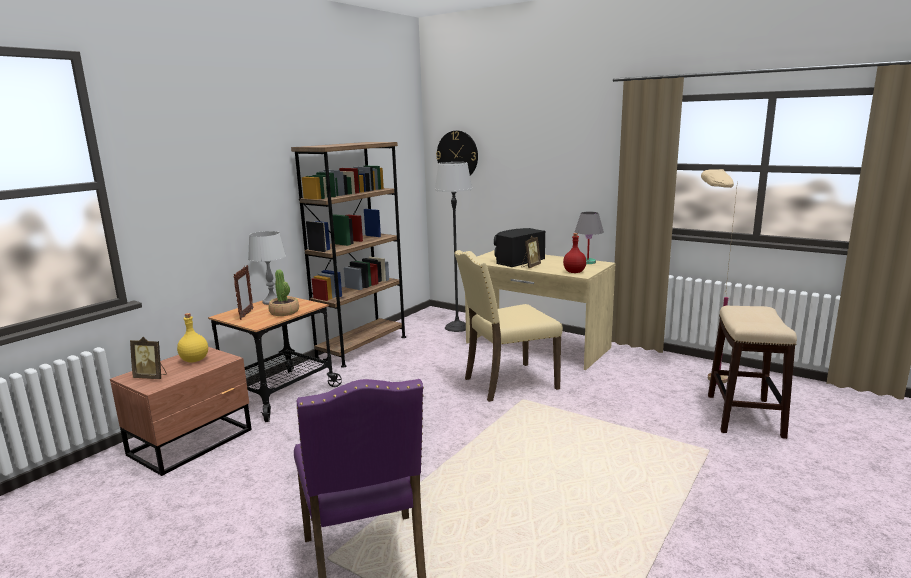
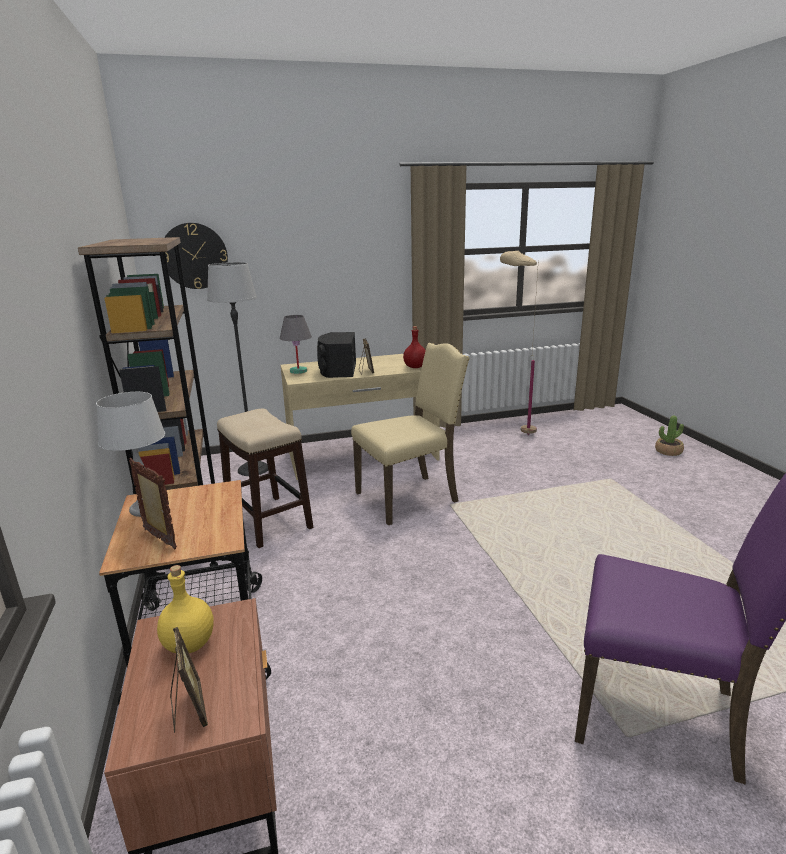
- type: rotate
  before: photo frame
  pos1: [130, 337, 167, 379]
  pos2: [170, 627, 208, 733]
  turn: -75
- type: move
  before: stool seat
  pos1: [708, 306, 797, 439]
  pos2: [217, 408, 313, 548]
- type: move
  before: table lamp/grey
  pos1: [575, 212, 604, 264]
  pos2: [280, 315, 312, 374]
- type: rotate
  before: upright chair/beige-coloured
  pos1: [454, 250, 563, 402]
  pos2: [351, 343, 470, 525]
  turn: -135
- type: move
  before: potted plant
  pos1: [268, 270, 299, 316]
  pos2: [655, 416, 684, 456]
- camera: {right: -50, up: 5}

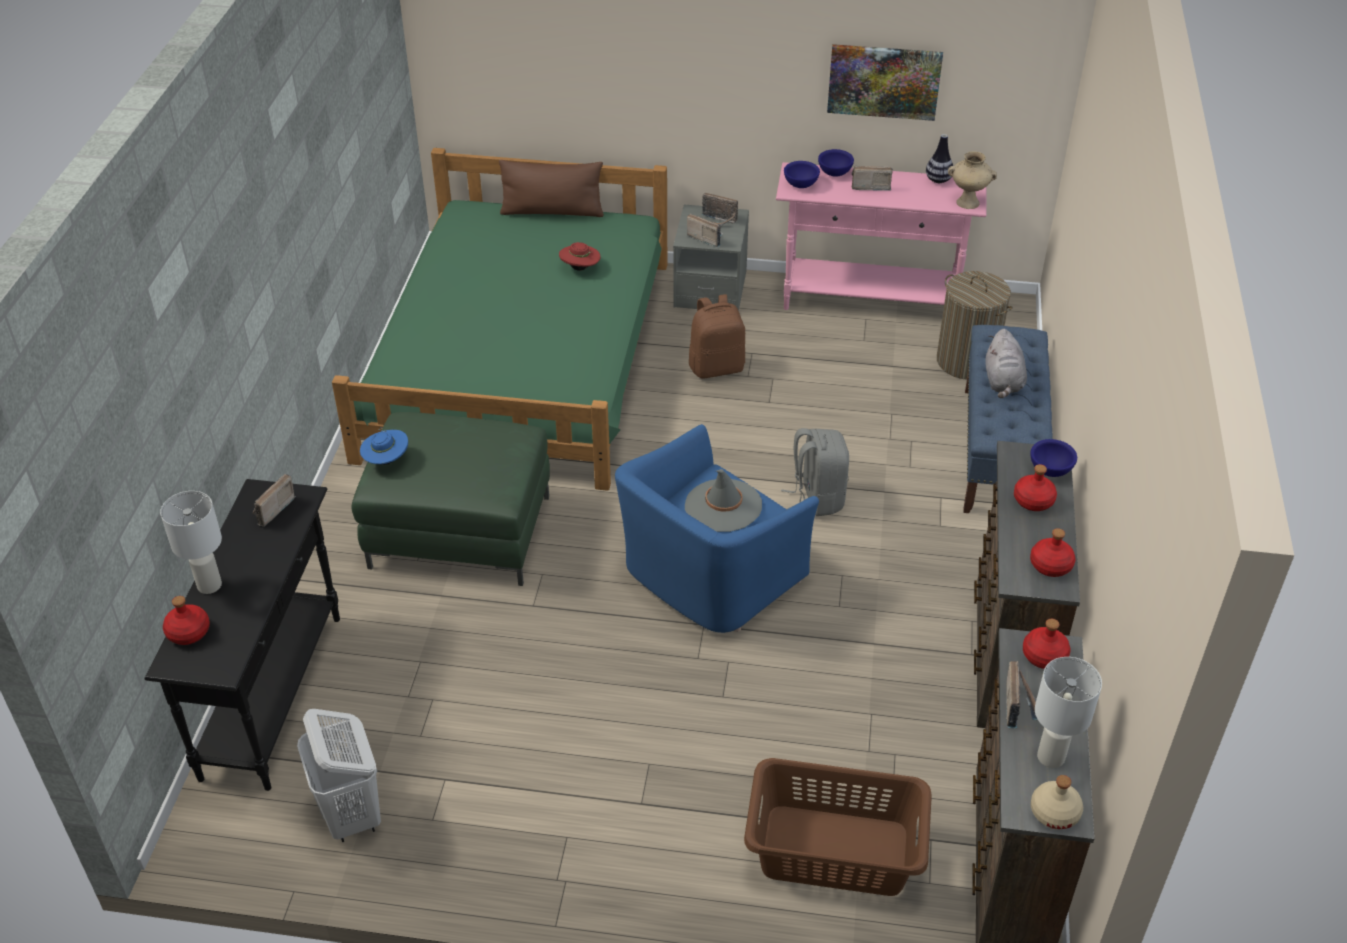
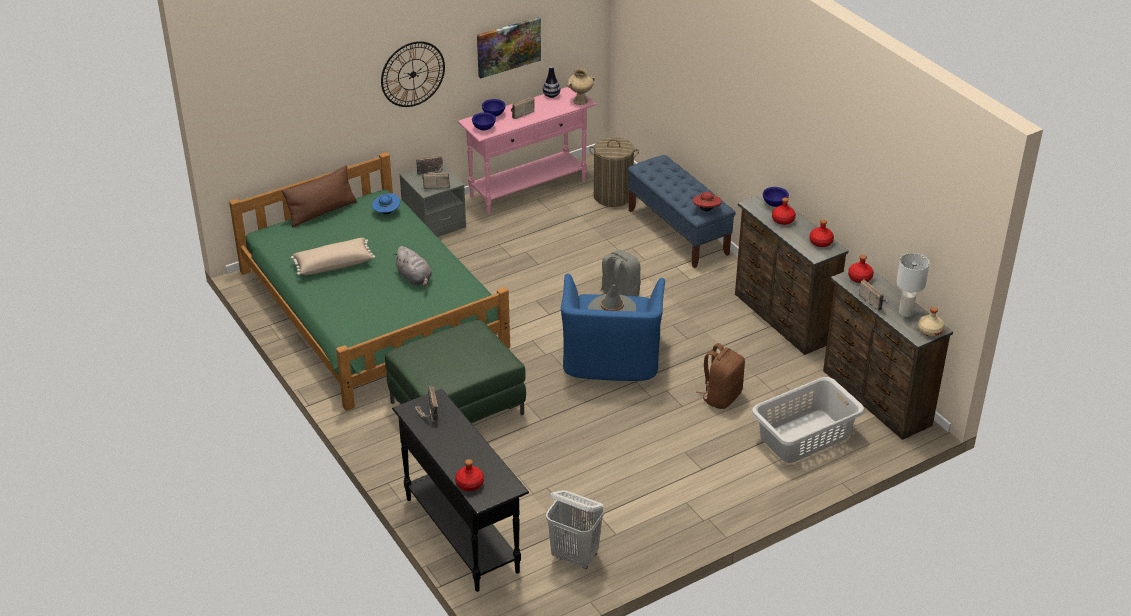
- type: insert
  after: throw pillow/beige-coloured
  pos2: [291, 238, 375, 275]
- type: move
  before: hat/blue-coloured
  pos1: [360, 427, 408, 465]
  pos2: [372, 193, 400, 214]
- type: insert
  after: clock on the wall
  pos2: [381, 41, 445, 107]
- type: move
  before: soft toy/grey
  pos1: [986, 329, 1027, 398]
  pos2: [393, 246, 432, 286]
- type: move
  before: hat/reddish
  pos1: [559, 242, 601, 271]
  pos2: [693, 192, 722, 211]
- type: move
  before: rucksack/brown-coloured
  pos1: [689, 294, 745, 379]
  pos2: [696, 343, 745, 409]
- type: recolor
  before: laundry basket/brown-coloured
  after: laundry basket/grey
  pos1: [744, 758, 932, 896]
  pos2: [751, 377, 865, 463]
- type: delete
  before: table lamp/white
  pos1: [160, 491, 222, 594]
- camera: {right: -40, up: -5}

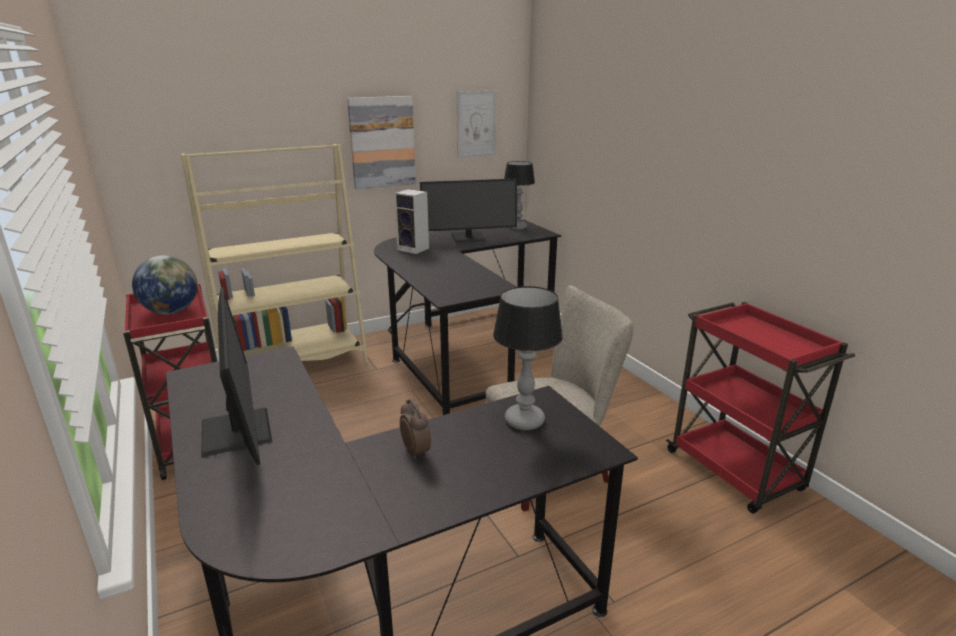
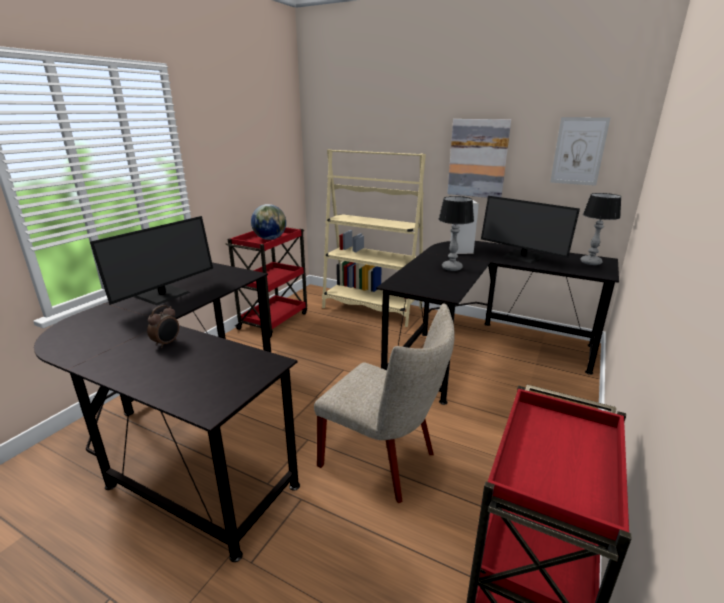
- type: move
  before: table lamp
  pos1: [493, 286, 563, 430]
  pos2: [438, 196, 474, 271]
- camera: {right: 55, up: 0}

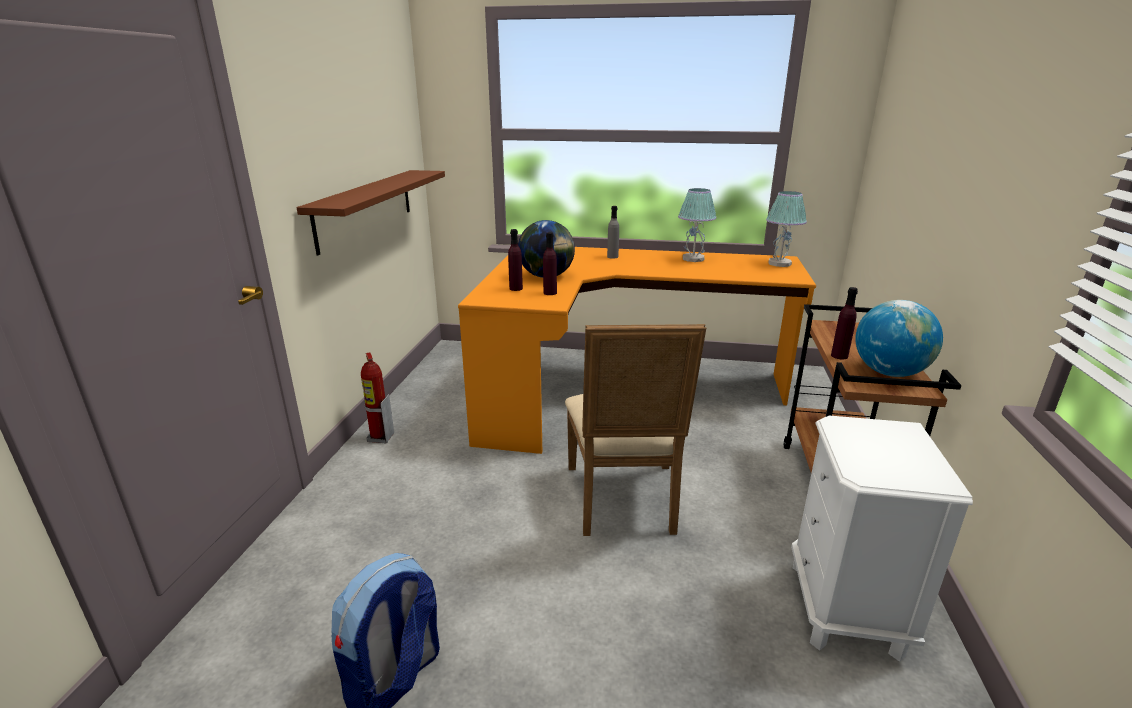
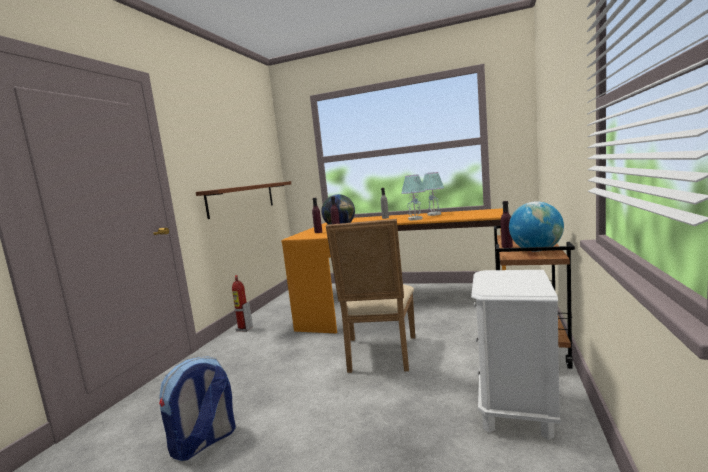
- type: move
  before: table lamp
  pos1: [766, 191, 807, 267]
  pos2: [401, 174, 425, 220]
- camera: {right: 10, up: -15}

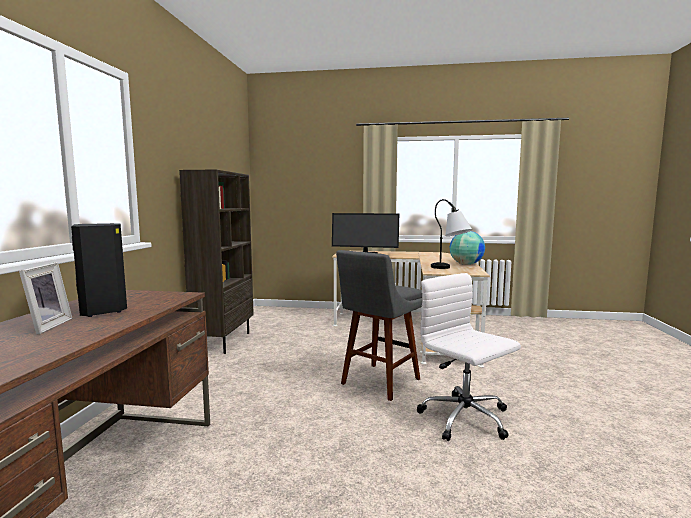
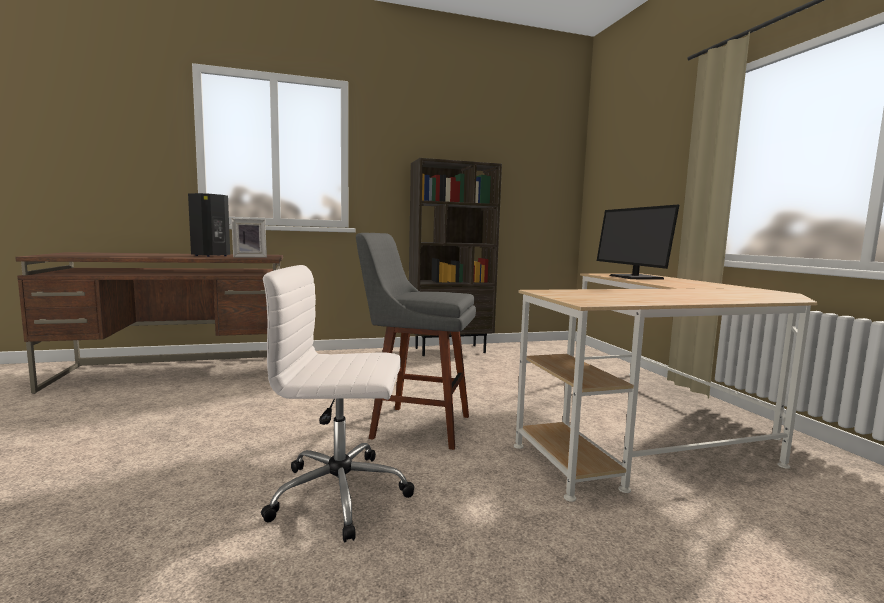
- type: move
  before: photo frame
  pos1: [19, 262, 72, 335]
  pos2: [231, 218, 267, 258]
- type: rotate
  before: computer chair/white
  pos1: [416, 273, 521, 441]
  pos2: [261, 265, 414, 542]
  turn: -120
- type: delete
  before: table lamp
  pos1: [431, 199, 472, 269]
- type: delete
  before: world globe
  pos1: [450, 231, 485, 265]
- camera: {right: 65, up: 0}

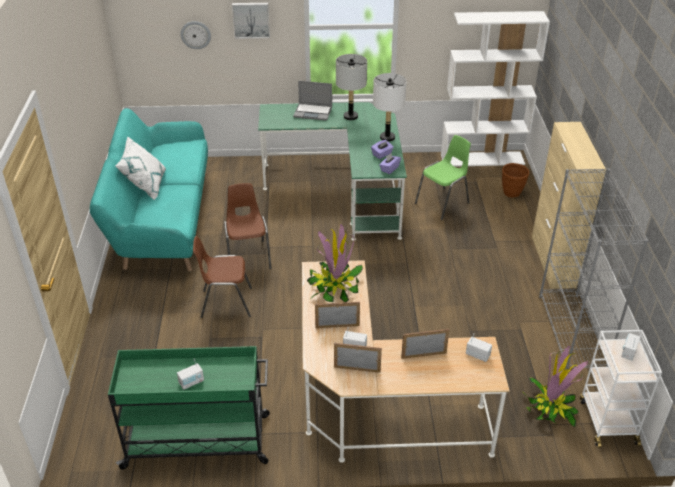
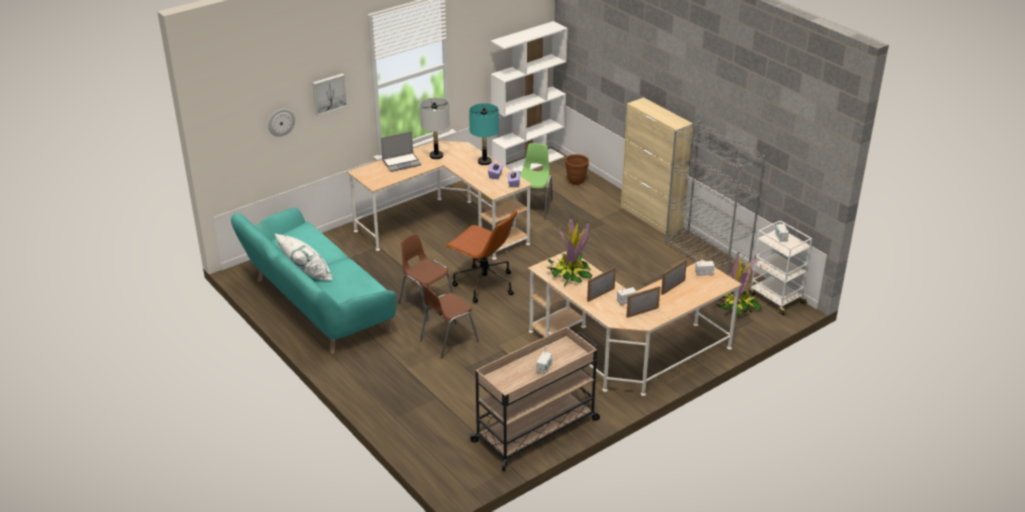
- type: recolor
  before: desk unit/green-coloured
  after: desk unit/beige-coloured
  pos1: [258, 102, 407, 241]
  pos2: [347, 140, 532, 260]
- type: insert
  after: computer chair/brown-coloured
  pos2: [445, 210, 517, 303]
- type: recolor
  before: table lamp/white
  after: table lamp/turquoise
  pos1: [373, 73, 407, 142]
  pos2: [469, 103, 499, 165]
- type: recolor
  before: trolley/green-coloured
  after: trolley/beige-coloured
  pos1: [108, 346, 270, 470]
  pos2: [469, 327, 600, 471]
- camera: {right: -35, up: -5}

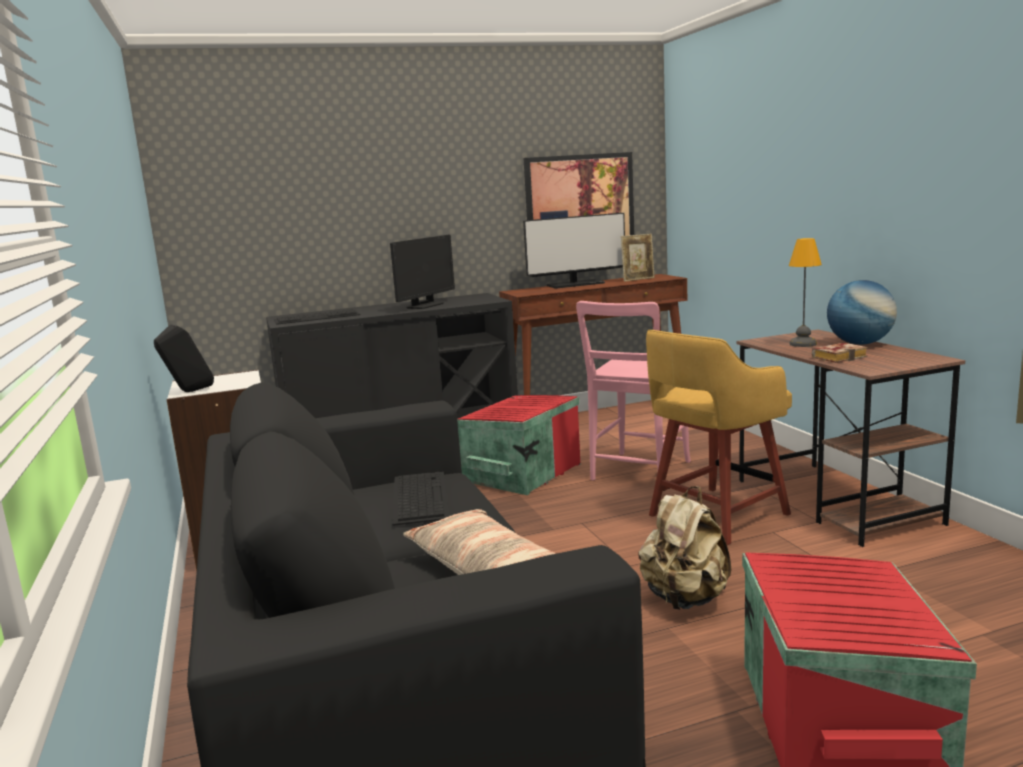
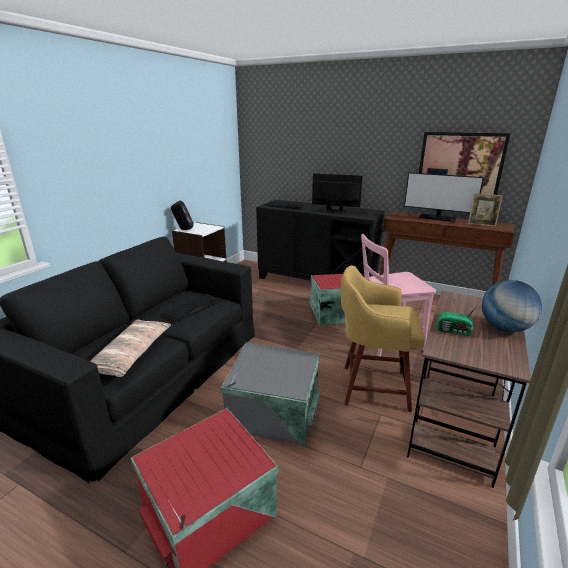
- type: replace
  before: rucksack/beige-coloured
  after: storage container/grey
  pos1: [638, 486, 731, 610]
  pos2: [221, 343, 320, 446]
- type: rotate
  before: computer display
  pos1: [390, 235, 455, 309]
  pos2: [312, 173, 363, 214]
  turn: -150
- type: replace
  before: bound book
  after: radio receiver
  pos1: [812, 343, 868, 363]
  pos2: [437, 305, 478, 336]
- type: delete
  before: table lamp
  pos1: [789, 238, 822, 347]
- camera: {right: 45, up: 10}

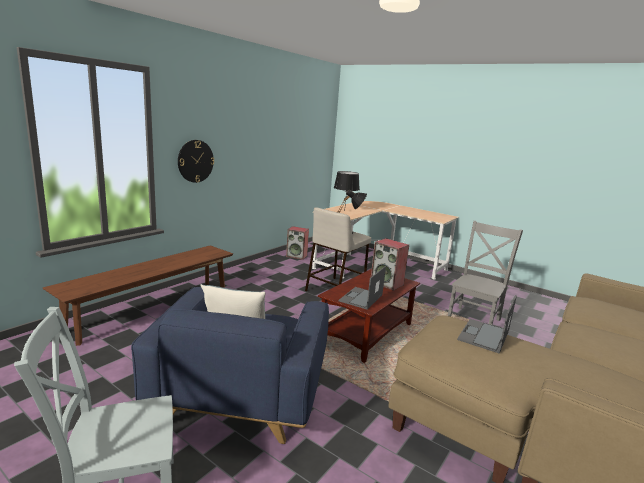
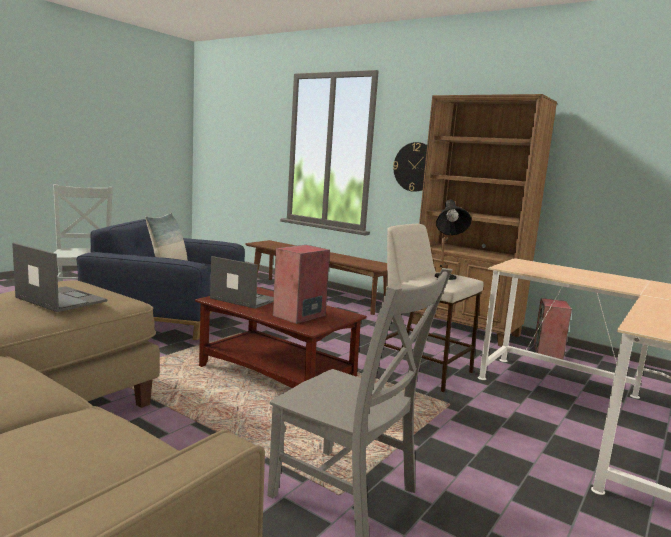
- type: insert
  after: shelving unit/brown-coloured
  pos2: [412, 94, 557, 347]
- type: delete
  before: table lamp/blackish
  pos1: [334, 171, 360, 212]
- camera: {right: 90, up: -5}

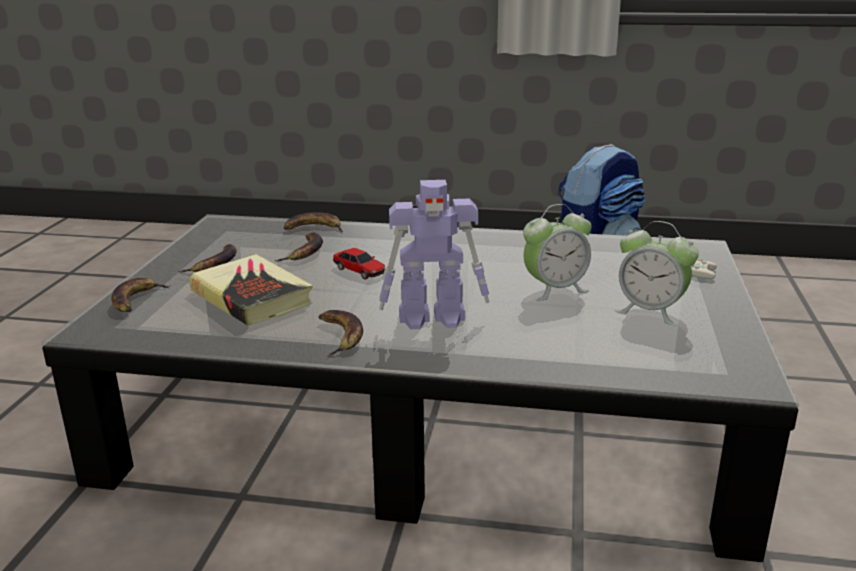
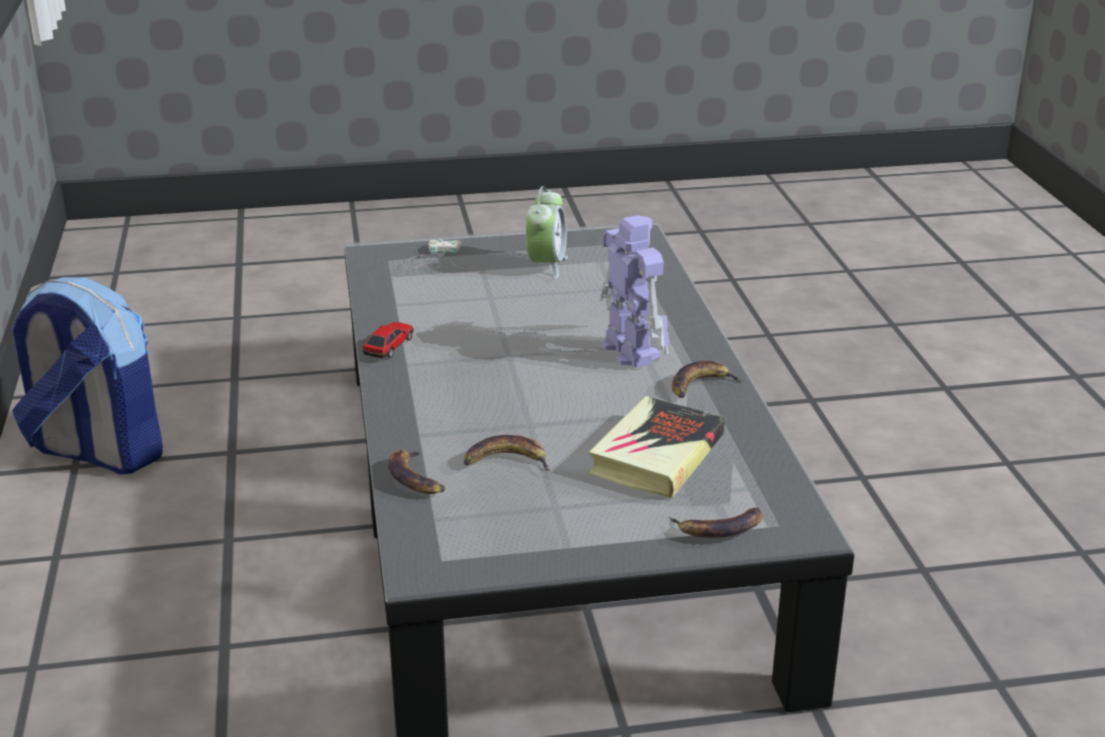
- type: move
  before: toy car
  pos1: [333, 248, 385, 280]
  pos2: [363, 322, 414, 358]
- type: delete
  before: whole banana
  pos1: [179, 244, 237, 273]
- type: delete
  before: bedside clock
  pos1: [523, 204, 592, 301]
- camera: {right: -110, up: 5}

